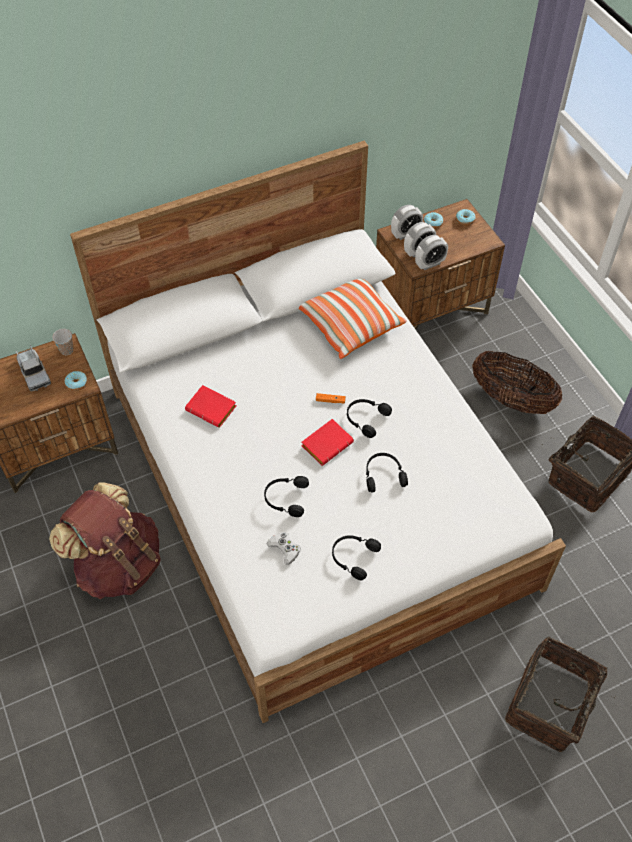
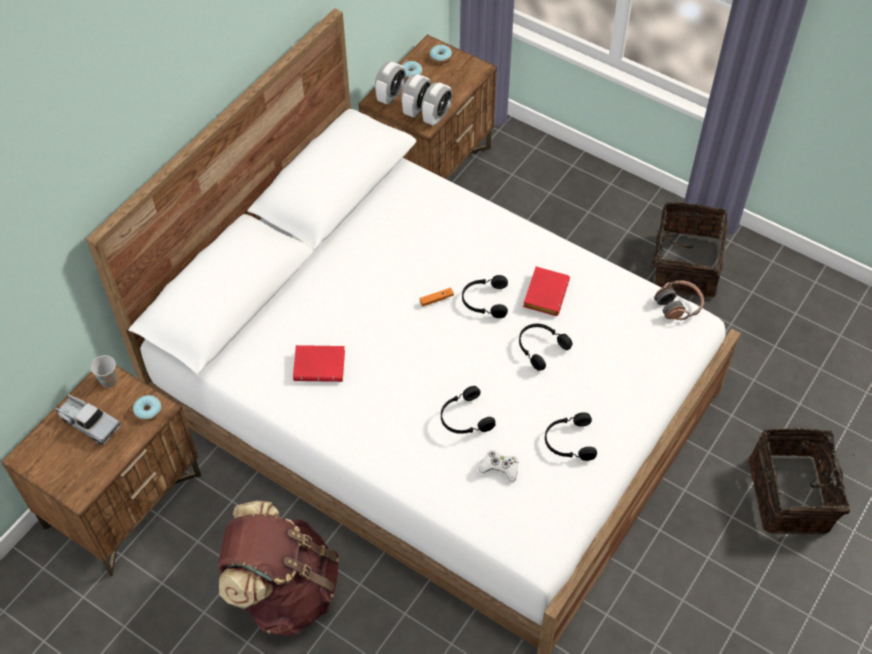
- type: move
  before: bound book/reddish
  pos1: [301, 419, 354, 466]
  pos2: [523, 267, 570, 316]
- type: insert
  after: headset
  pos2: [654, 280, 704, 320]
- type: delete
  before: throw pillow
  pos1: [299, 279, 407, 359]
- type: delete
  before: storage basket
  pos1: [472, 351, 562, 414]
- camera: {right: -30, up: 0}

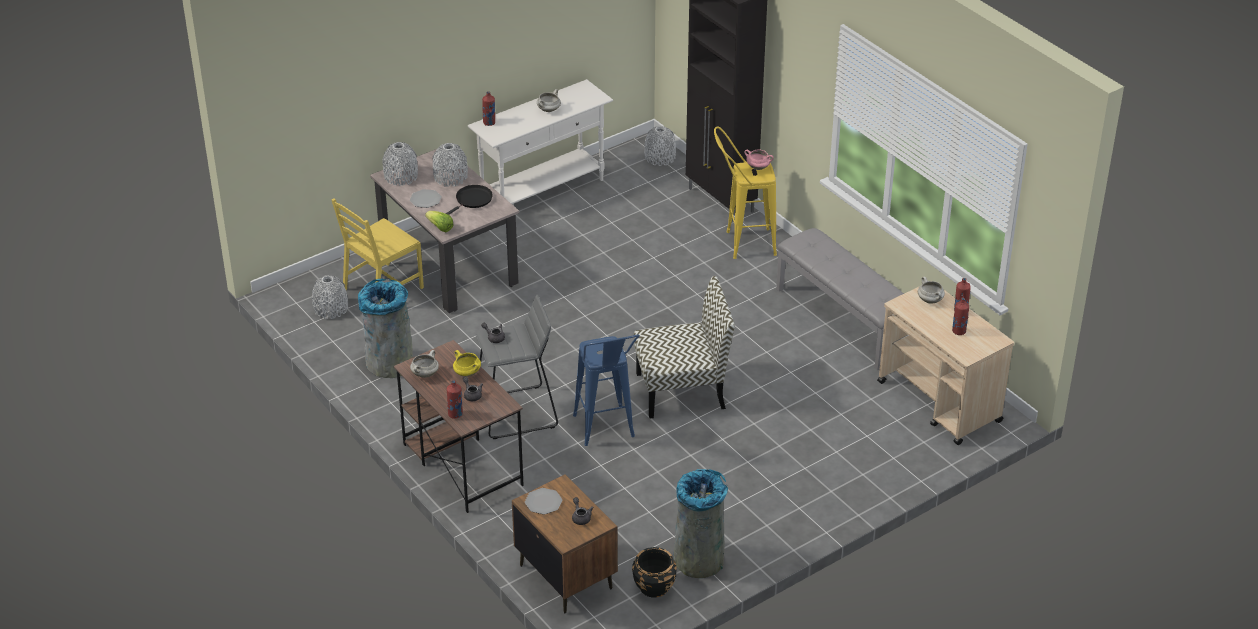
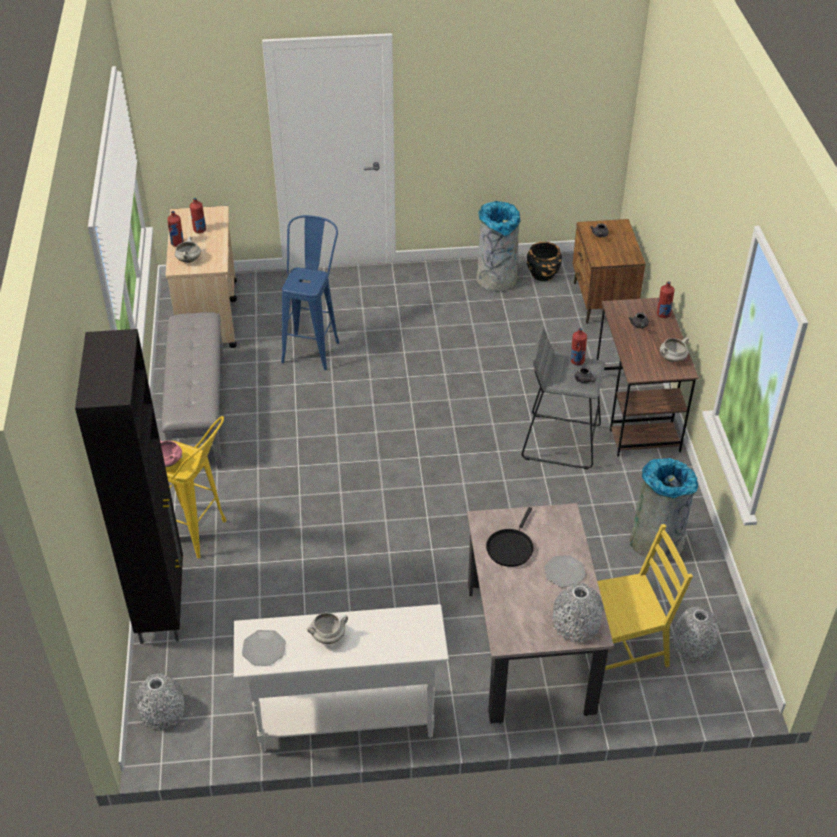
- type: move
  before: plate
  pos1: [525, 488, 562, 514]
  pos2: [242, 630, 286, 666]
- type: move
  before: stool seat/blue-coloured
  pos1: [573, 335, 640, 446]
  pos2: [281, 215, 340, 370]
- type: rotate
  before: pan/blackish
  pos1: [446, 185, 493, 215]
  pos2: [486, 507, 534, 567]
  turn: -45
- type: move
  before: beverage bottle/reddish
  pos1: [482, 91, 495, 126]
  pos2: [571, 328, 587, 365]
- type: delete
  before: lettuce
  pos1: [425, 211, 454, 232]
- type: delete
  before: decorative vase/grey
  pos1: [432, 143, 468, 187]
- type: delete
  before: cooking pot/yellow-coloured
  pos1: [453, 350, 481, 377]
- type: delete
  before: upright chair
  pos1: [634, 276, 735, 418]
- camera: {right: -150, up: 5}

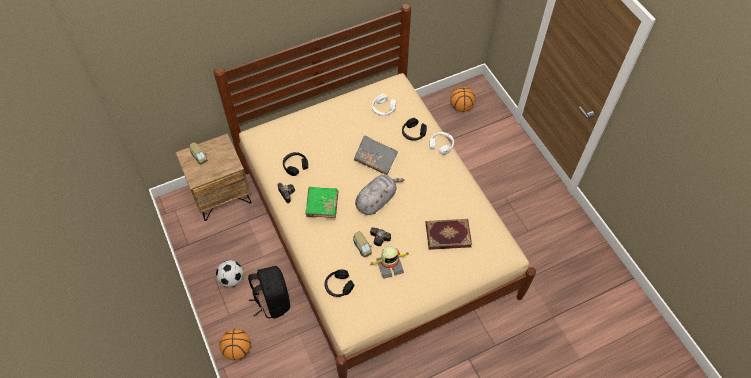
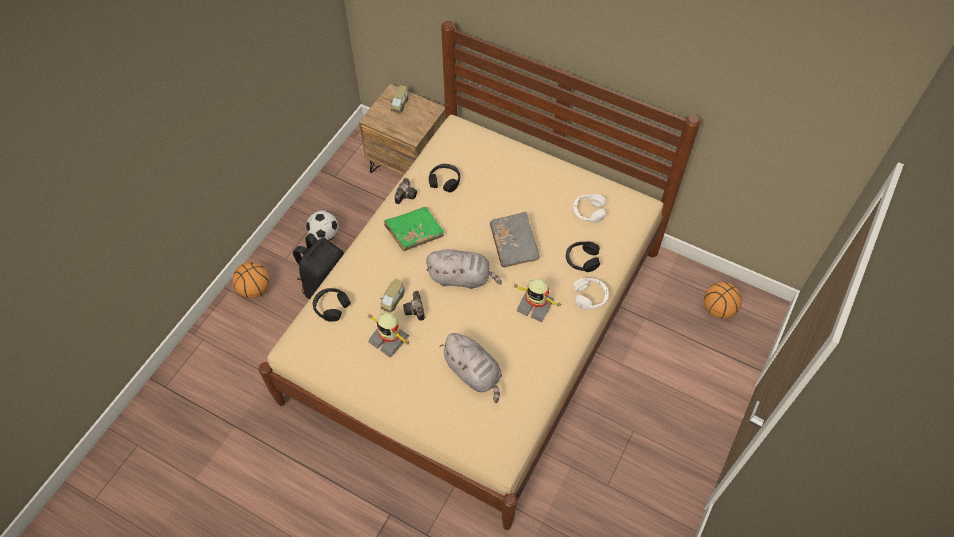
- type: replace
  before: bound book
  after: soft toy/grey
  pos1: [426, 219, 472, 250]
  pos2: [440, 333, 502, 403]
- type: insert
  after: toy robot
  pos2: [512, 278, 562, 322]
- camera: {right: 55, up: 0}

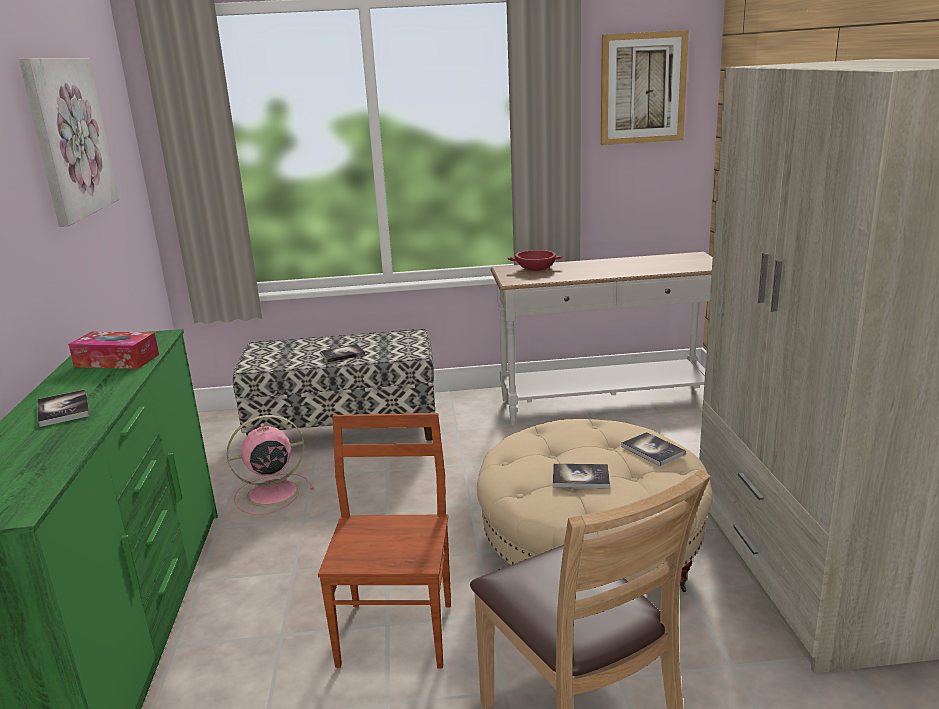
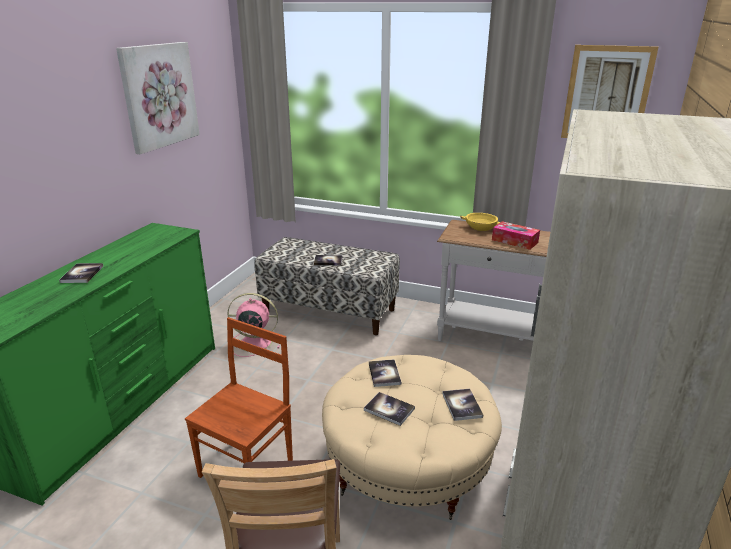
- type: insert
  after: bound book
  pos2: [369, 359, 401, 387]
- type: recolor
  before: serving bowl/reddish
  after: serving bowl/yellow-coloured
  pos1: [507, 250, 563, 271]
  pos2: [460, 213, 500, 231]
- type: move
  before: tissue holder
  pos1: [68, 331, 159, 369]
  pos2: [492, 221, 540, 250]
- camera: {right: 25, up: 5}

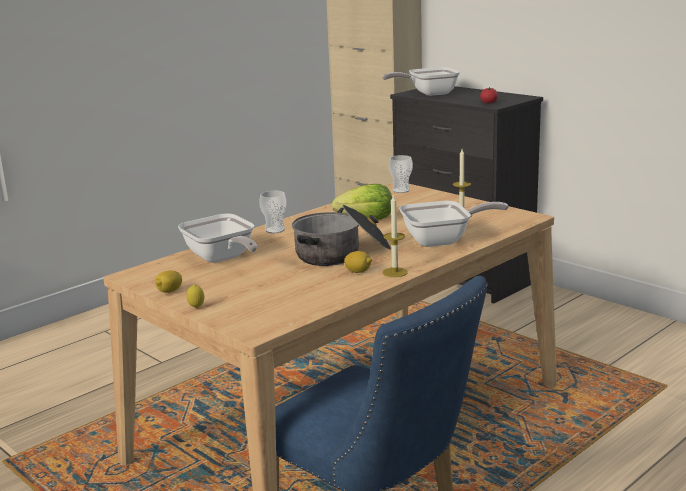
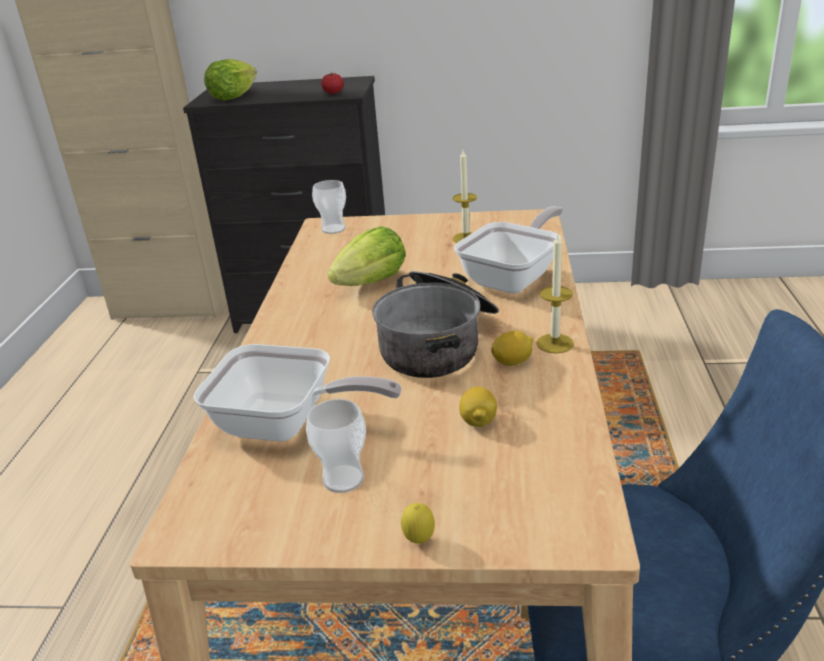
- type: replace
  before: pan
  after: lettuce
  pos1: [382, 67, 460, 96]
  pos2: [204, 59, 257, 101]
- type: move
  before: small cup
  pos1: [259, 191, 287, 233]
  pos2: [306, 399, 366, 493]
- type: move
  before: lemon
  pos1: [155, 270, 182, 293]
  pos2: [459, 387, 497, 427]
- camera: {right: -40, up: 10}

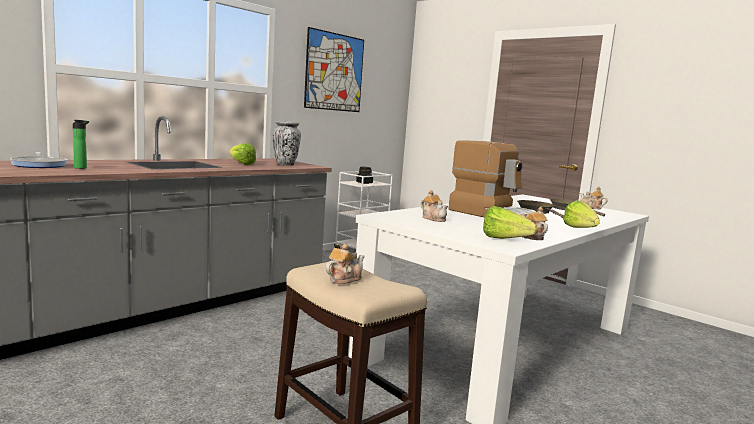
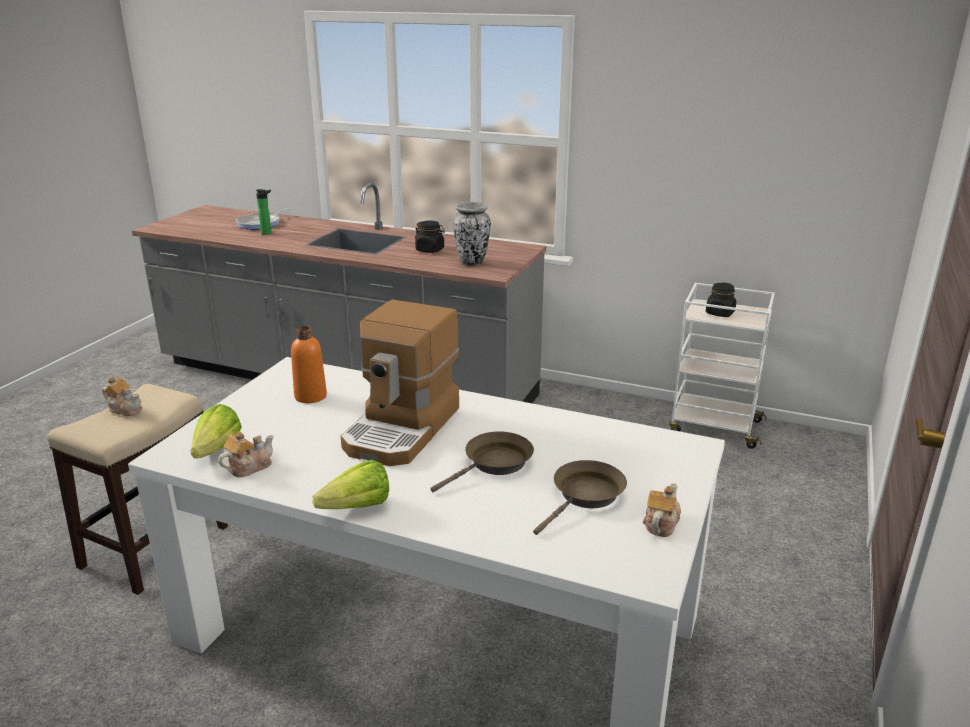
- type: replace
  before: pot for tea
  after: beverage bottle/orangey
  pos1: [421, 190, 448, 222]
  pos2: [291, 326, 327, 403]
- type: replace
  before: lettuce
  after: preserve jar/blackish
  pos1: [229, 143, 256, 165]
  pos2: [415, 220, 445, 253]
- type: delete
  before: wall picture
  pos1: [304, 27, 364, 112]
- camera: {right: 70, up: 15}

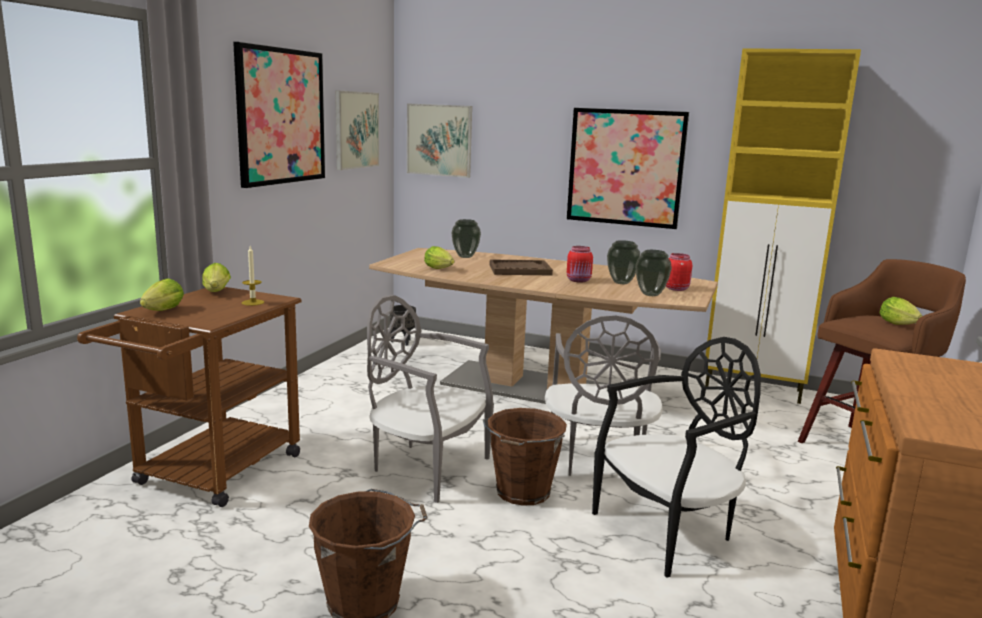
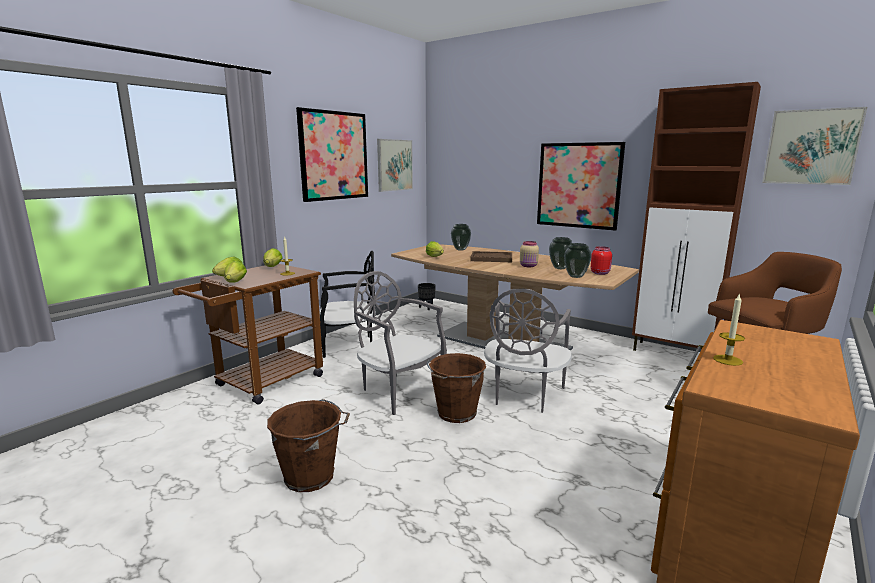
- type: move
  before: lettuce
  pos1: [880, 297, 922, 325]
  pos2: [224, 261, 247, 283]
- type: move
  before: upright chair/blackish
  pos1: [592, 337, 761, 578]
  pos2: [319, 251, 376, 358]
- type: recolor
  before: preserve jar/reddish
  after: preserve jar/beige-coloured
  pos1: [567, 246, 593, 283]
  pos2: [520, 241, 539, 267]
- type: recolor
  before: cabinet/yellow-coloured
  after: cabinet/brown-coloured
  pos1: [705, 48, 861, 404]
  pos2: [632, 82, 761, 351]
- type: insert
  after: wax candle
  pos2: [713, 293, 745, 366]
- type: move
  before: wall picture
  pos1: [407, 103, 472, 178]
  pos2: [762, 107, 867, 185]
- camera: {right: 15, up: 0}

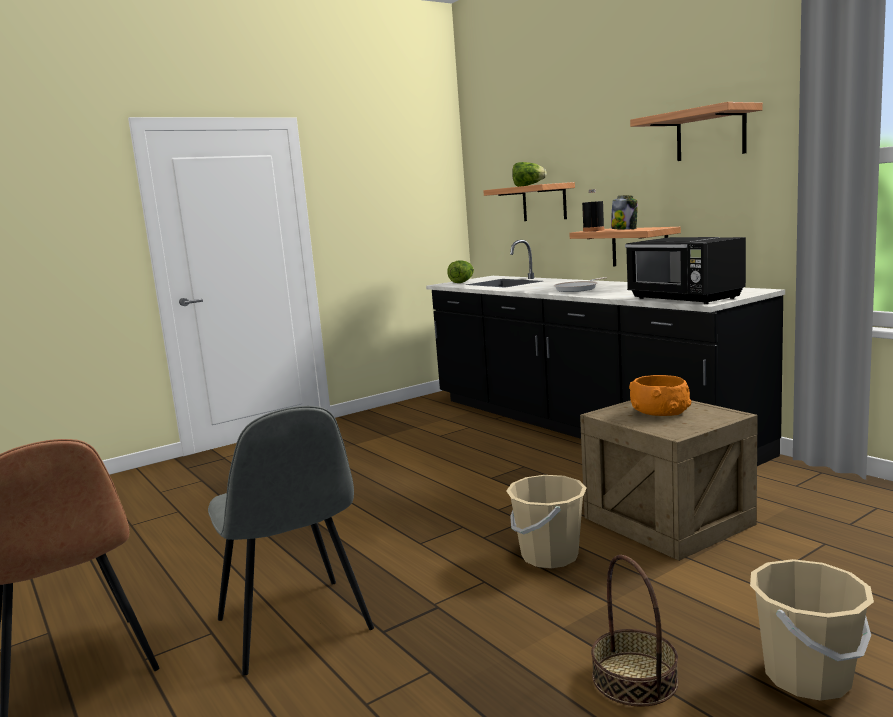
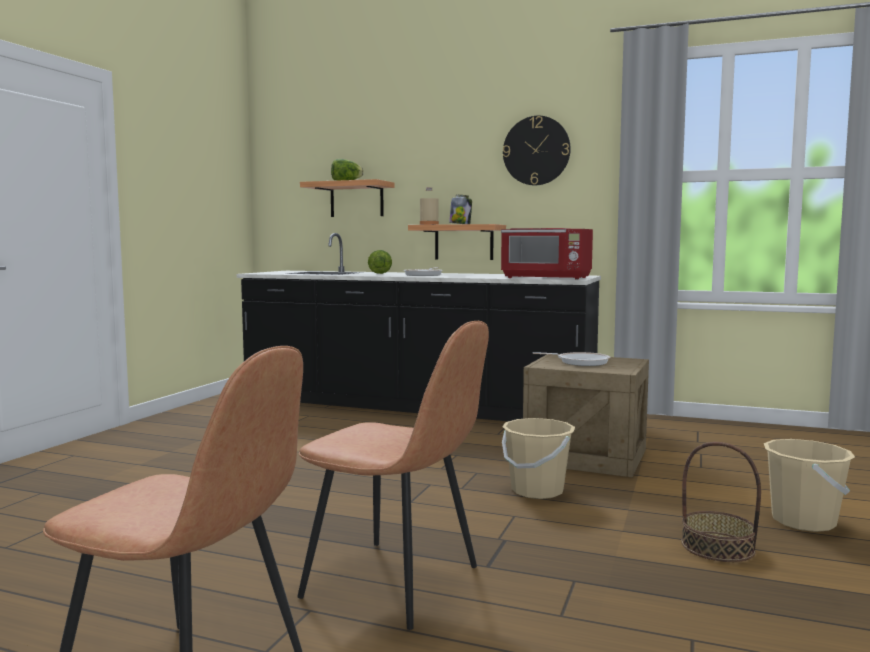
- type: recolor
  before: upright chair/grey
  after: upright chair/brown-coloured
  pos1: [208, 406, 374, 675]
  pos2: [297, 321, 489, 630]
- type: move
  before: lettuce
  pos1: [447, 260, 474, 283]
  pos2: [368, 250, 392, 274]
- type: recolor
  before: beverage bottle/blackish
  after: beverage bottle/beige-coloured
  pos1: [582, 189, 604, 232]
  pos2: [420, 187, 439, 225]
- type: recolor
  before: kitchen microwave/blackish
  after: kitchen microwave/reddish
  pos1: [625, 237, 746, 304]
  pos2: [501, 228, 593, 280]
- type: replace
  before: wall shelf
  after: clock on the wall
  pos1: [630, 102, 763, 161]
  pos2: [503, 116, 571, 185]
- type: replace
  before: serving bowl/orangey
  after: pan
  pos1: [629, 375, 691, 416]
  pos2: [533, 352, 610, 366]
- camera: {right: -35, up: -5}

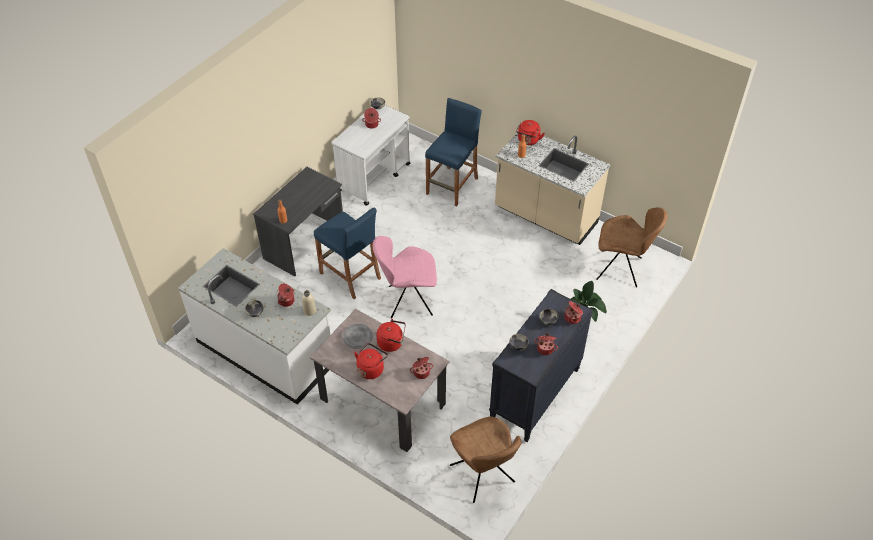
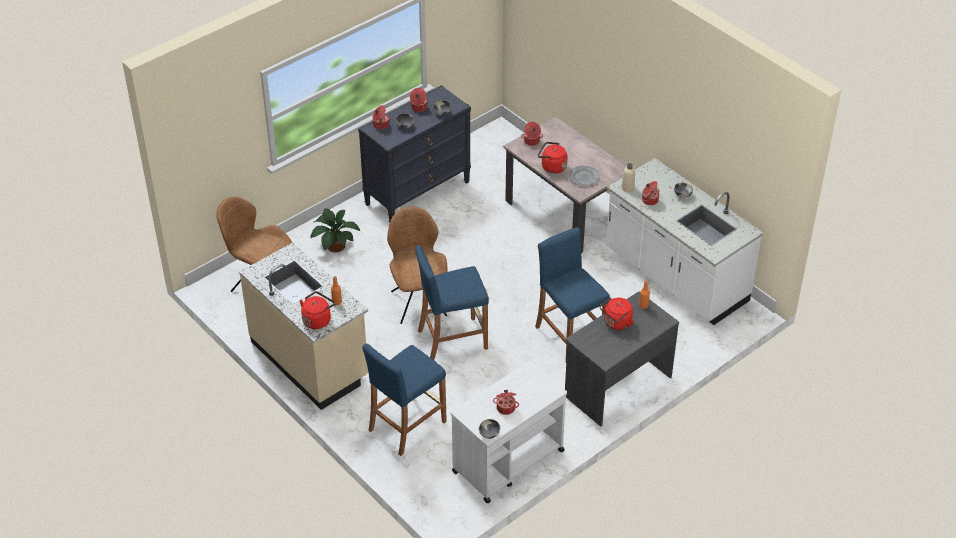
- type: move
  before: upright chair/brown-coloured
  pos1: [450, 416, 521, 503]
  pos2: [387, 207, 447, 324]
- type: insert
  after: stool seat/blue-coloured
  pos2: [415, 245, 489, 360]
- type: move
  before: kettle/reddish
  pos1: [354, 343, 388, 379]
  pos2: [600, 297, 634, 330]
- type: delete
  before: upright chair/pinkish
  pos1: [373, 236, 437, 318]
- camera: {right: -165, up: -5}

